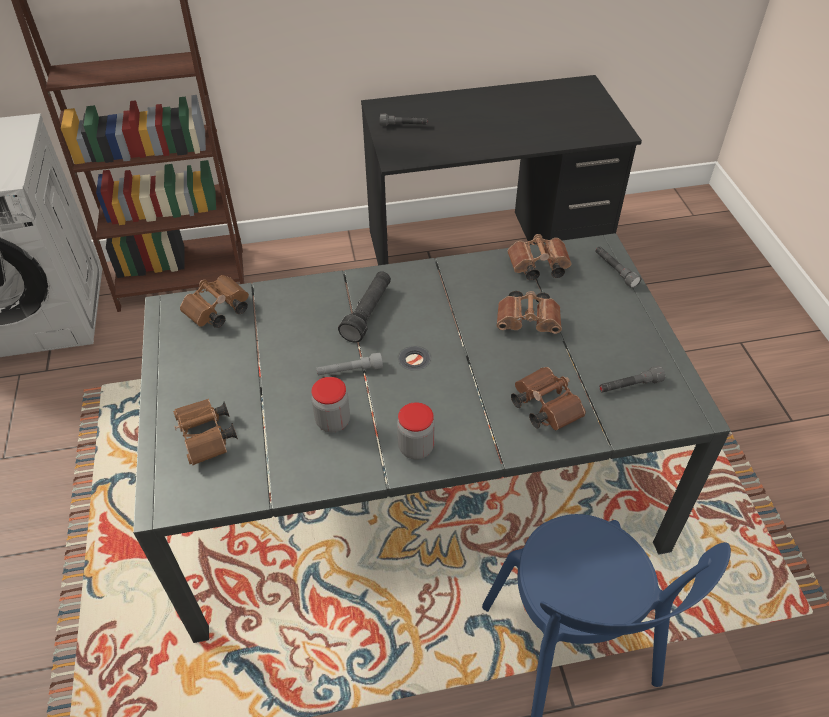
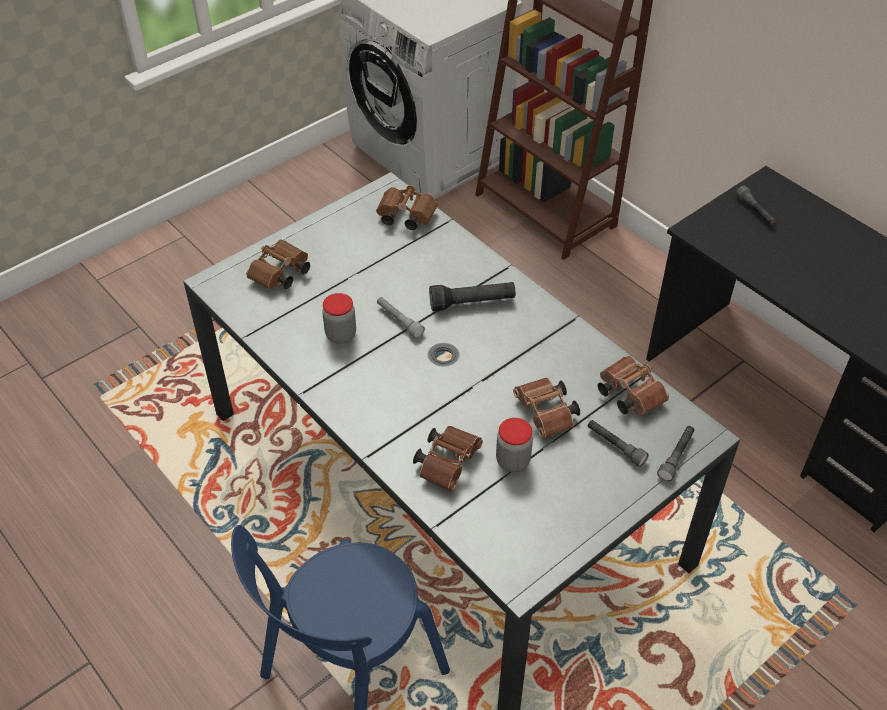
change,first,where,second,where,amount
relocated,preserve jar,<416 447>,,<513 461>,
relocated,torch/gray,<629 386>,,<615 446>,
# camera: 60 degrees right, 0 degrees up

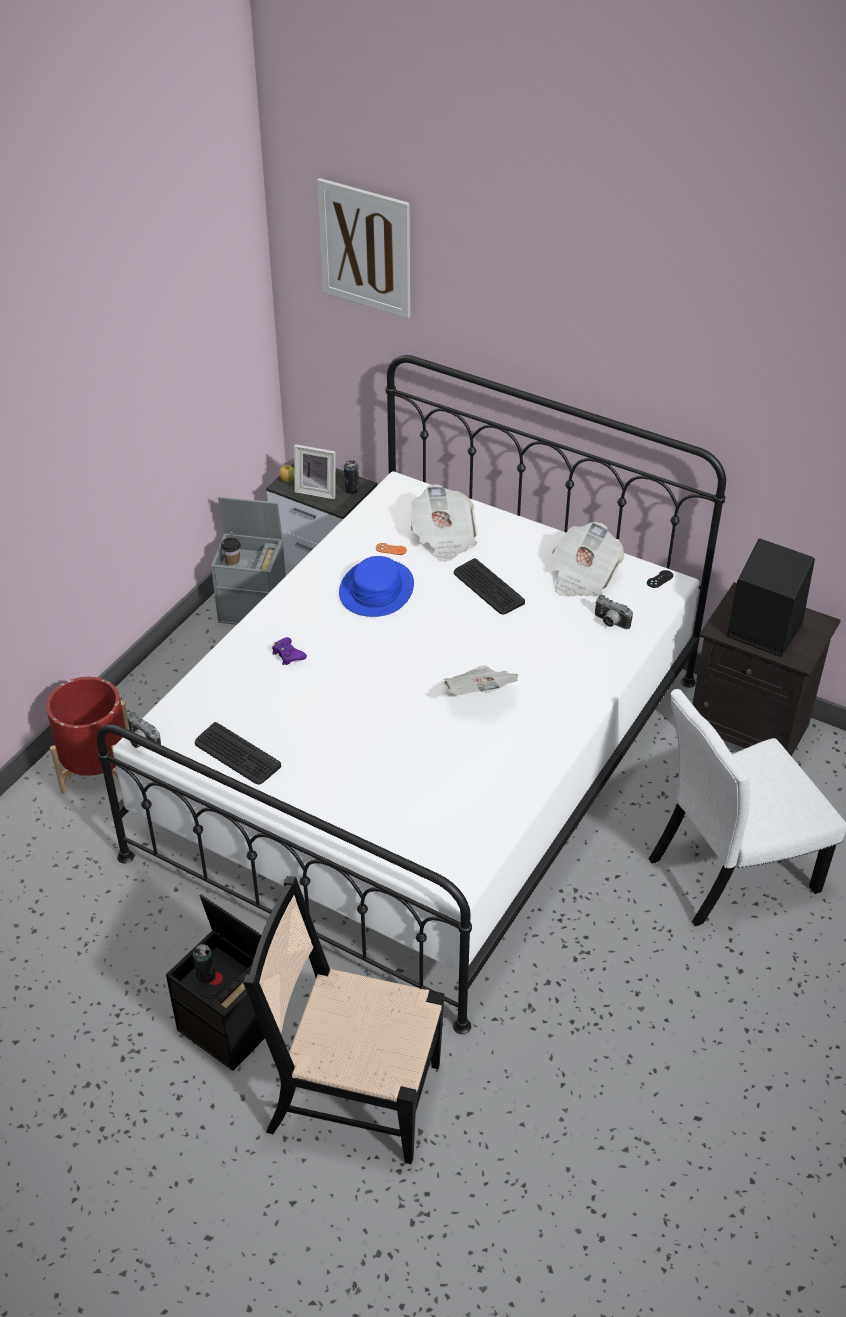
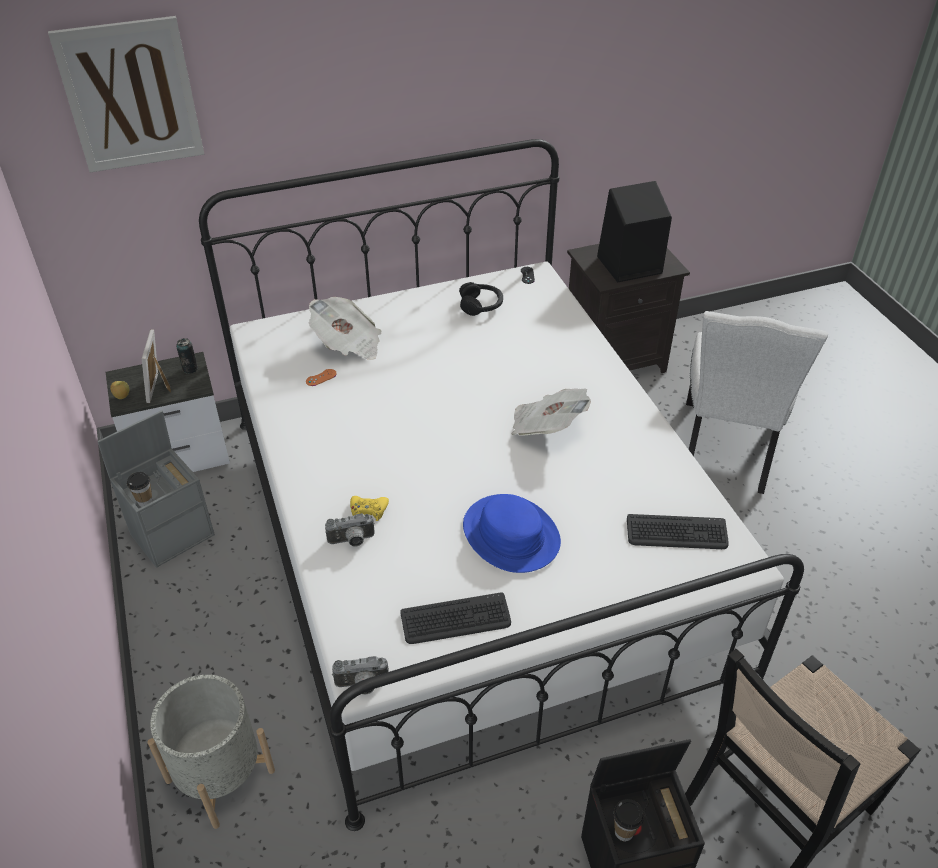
change,first,where,second,where,amount
relocated,hat/blue-coloured,<376 589>,,<510 534>,
relocated,computer keyboard,<488 588>,,<676 533>,
relocated,photo camera,<610 623>,,<352 541>,
exchanged,metal can,<206 976>,drinking cup,<624 832>,
exchanged,daily paper,<583 577>,headphones/blackish,<481 305>,
colour,planter/red,<97 769>,planter/gray,<220 775>,
colour,game controller/purplish,<288 655>,game controller/yellowish,<368 511>,
spun,picture frame,<317 490>,,<161 387>,120 degrees clockwise
# camera: 50 degrees left, 0 degrees up

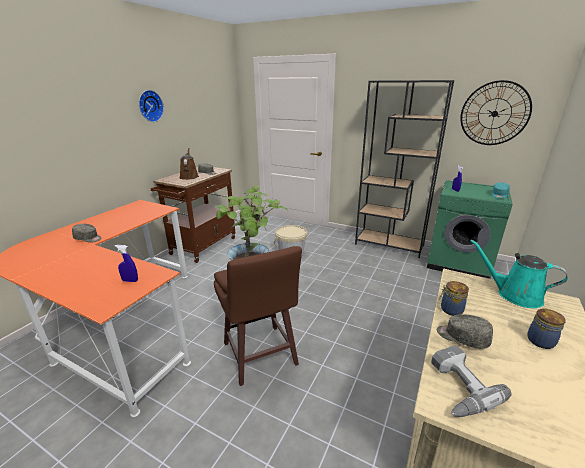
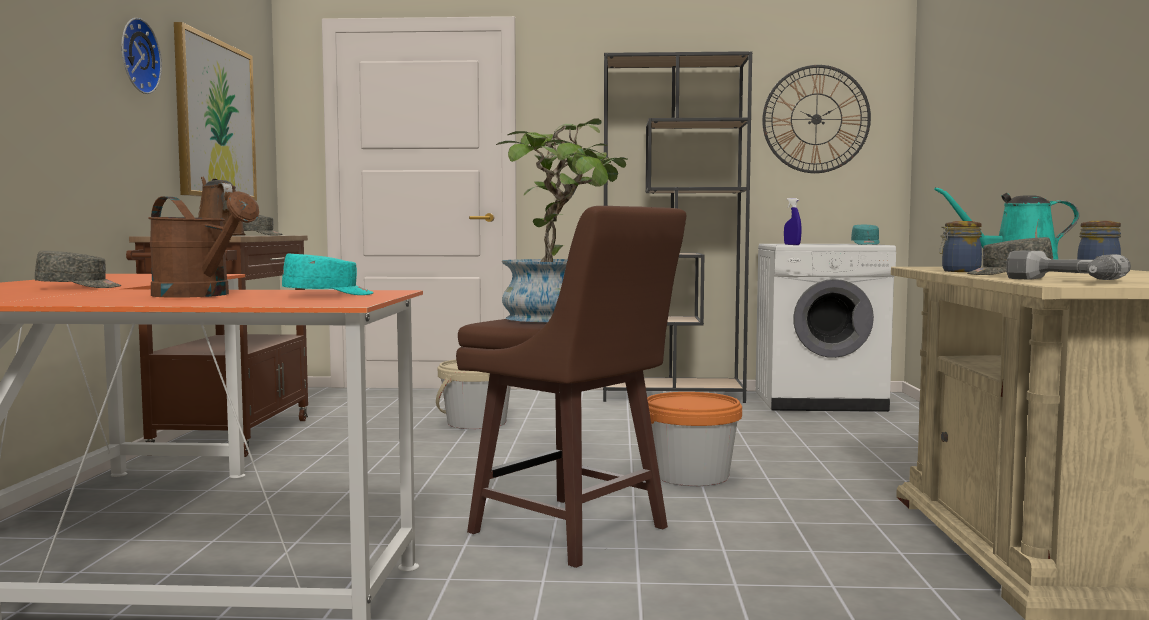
change,first,where,second,where,amount
appeared,,,watering pot/brownish,<200 295>,
appeared,,,picture,<215 119>,
appeared,,,pail/orange-coloured,<691 475>,
exchanged,spray bottle/blue-coloured,<130 281>,peaked cap/turquoise,<328 294>,
colour,laundry machine/green-coloured,<458 264>,laundry machine/white-coloured,<820 402>,
# camera: 25 degrees left, 20 degrees down

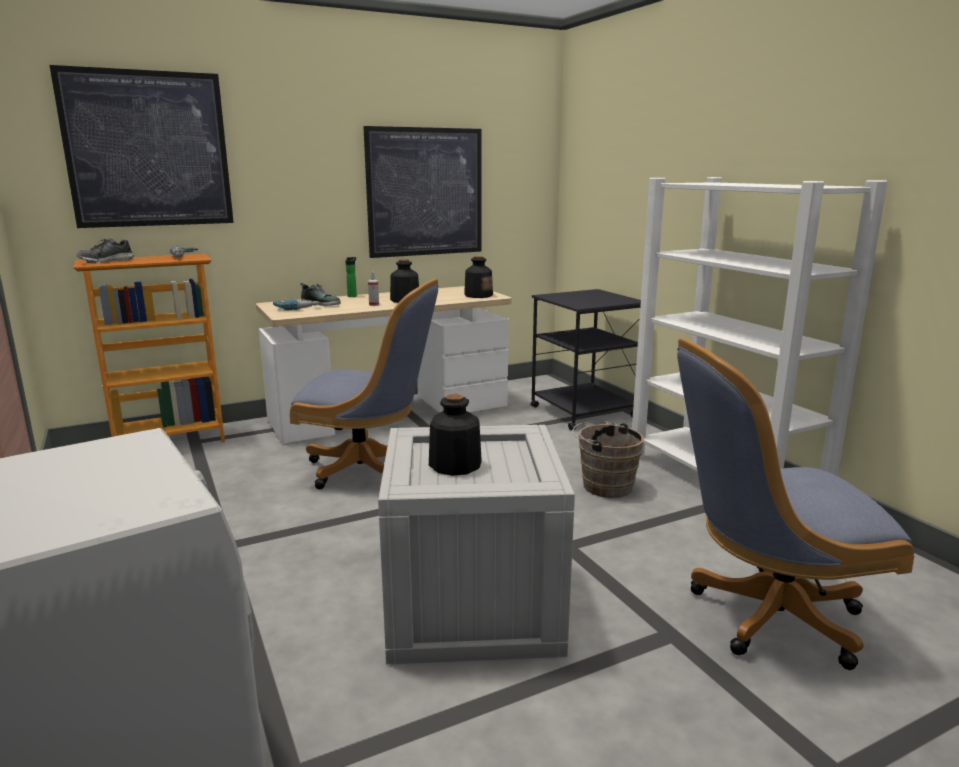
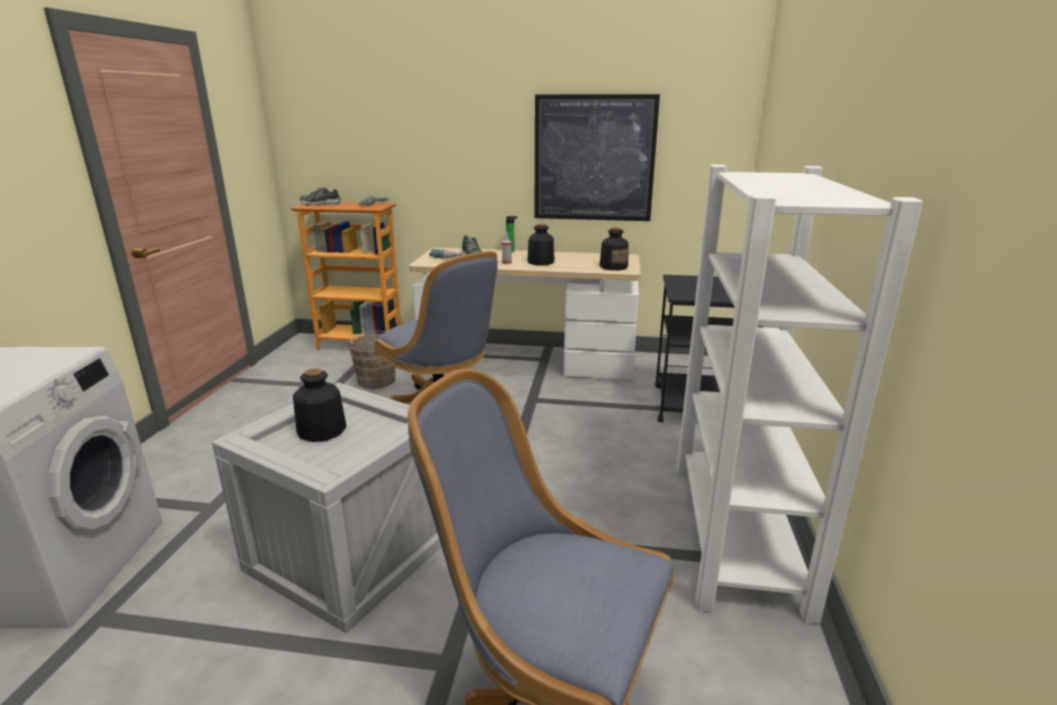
change,first,where,second,where,amount
missing,picture,<148 150>,,,
relocated,pail/brownish,<604 485>,,<376 379>,
# camera: 35 degrees right, 5 degrees up

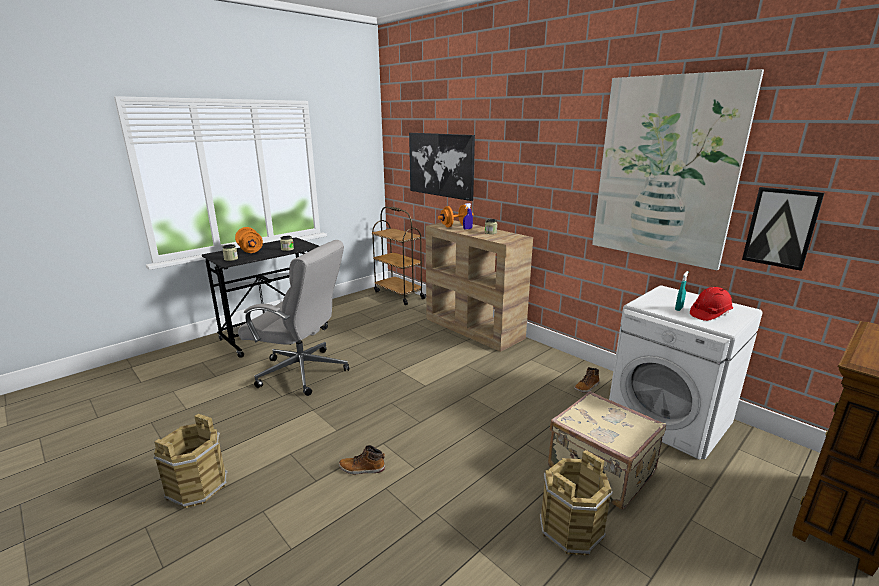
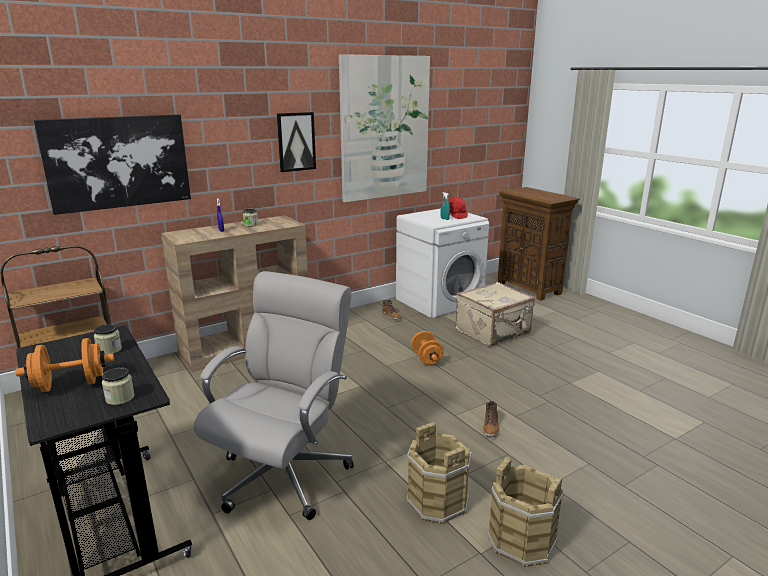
change,first,where,second,where,amount
relocated,free weight/orange-coloured,<455 226>,,<426 359>,
relocated,pail/brownish,<571 529>,,<437 501>,
relocated,picture,<781 227>,,<296 141>,
# camera: 80 degrees left, 0 degrees up

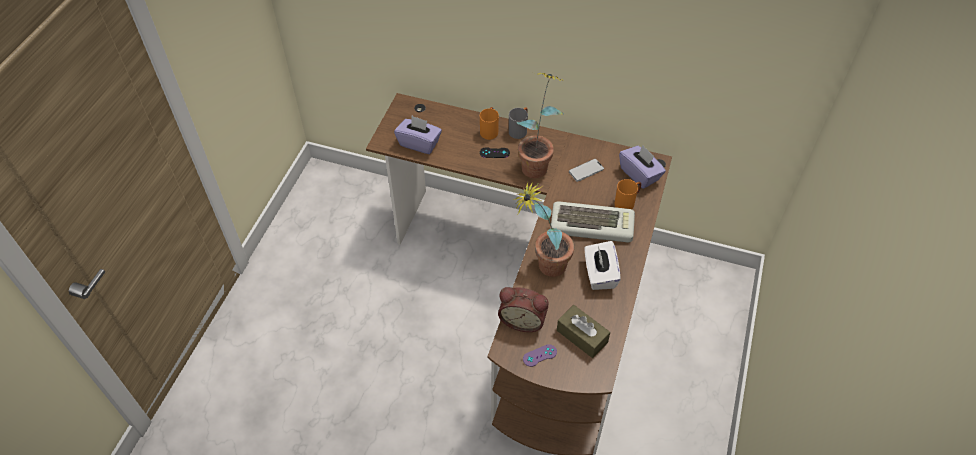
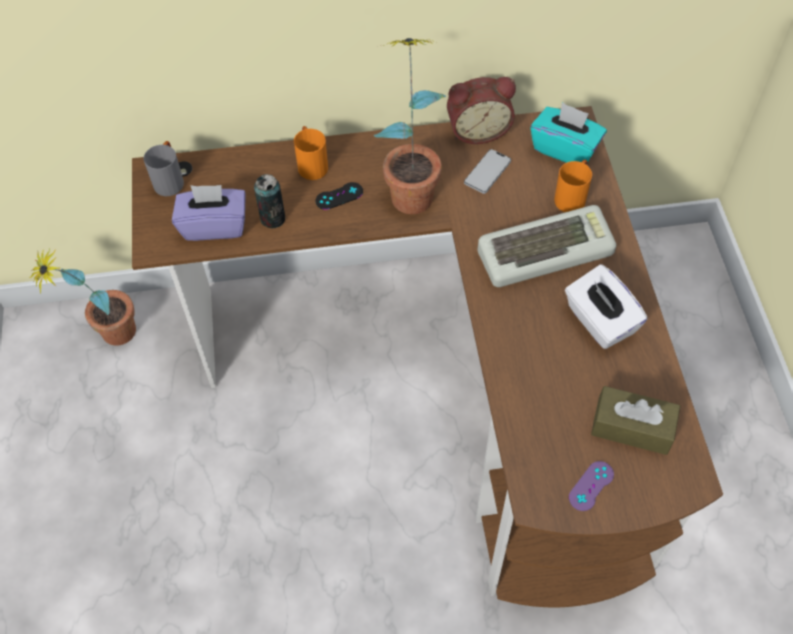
change,first,where,second,where,amount
appeared,,,metal can,<273 218>,
relocated,bedside clock,<523 319>,,<477 130>,
relocated,coffee mug/gray,<519 130>,,<170 180>,
relocated,potted plant,<543 265>,,<108 335>,
colour,box of tissues/purplish,<640 174>,box of tissues/turquoise,<565 149>,
# camera: 25 degrees left, 5 degrees up

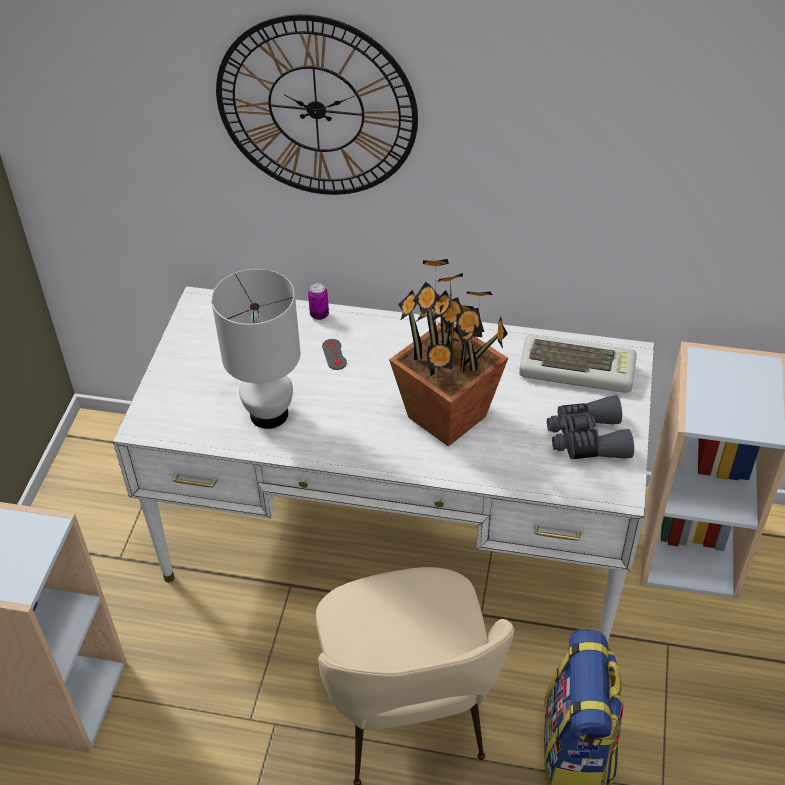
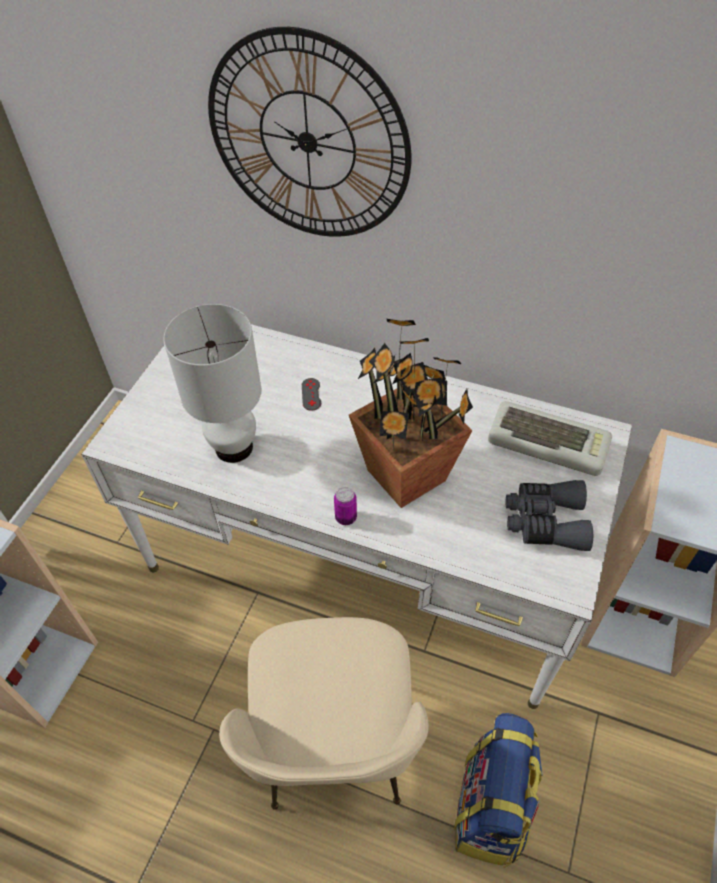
change,first,where,second,where,amount
relocated,metal can,<319 315>,,<346 517>,
# camera: 10 degrees right, 5 degrees up

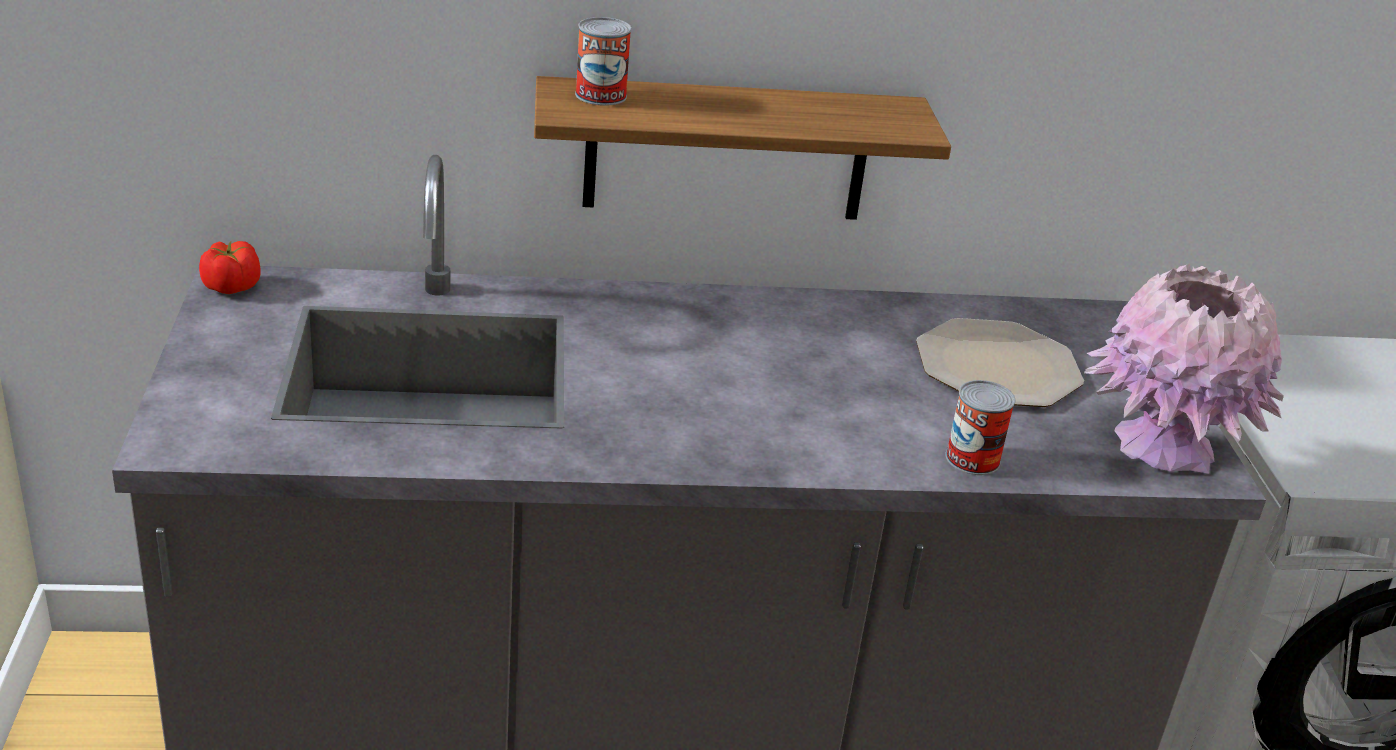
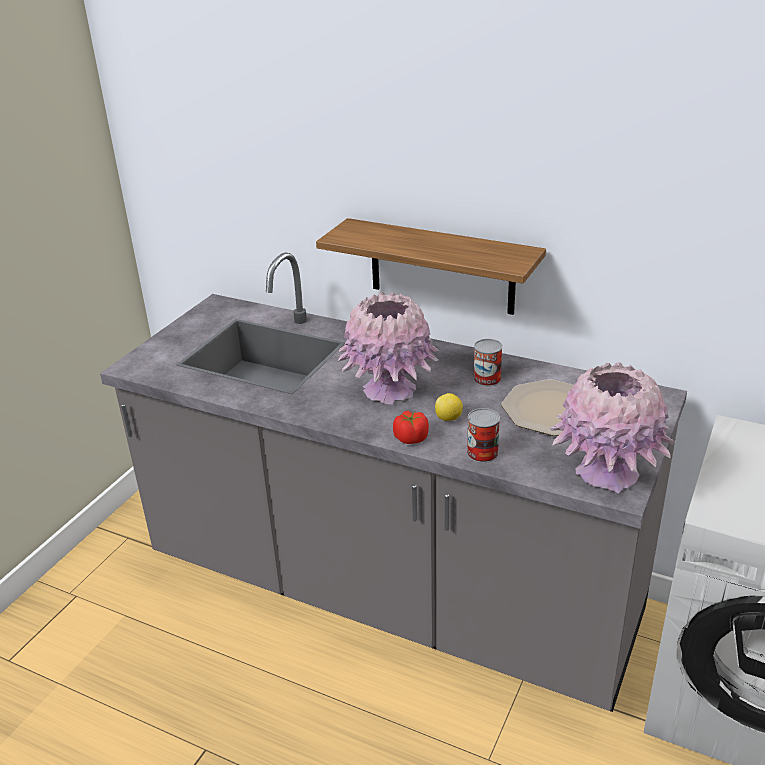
change,first,where,second,where,amount
appeared,,,decorative vase/pink-coloured,<389 390>,
appeared,,,lemon,<448 419>,
relocated,fresh tomato,<231 287>,,<410 438>,
relocated,metal can,<601 95>,,<487 379>,
# camera: 35 degrees right, 0 degrees up

